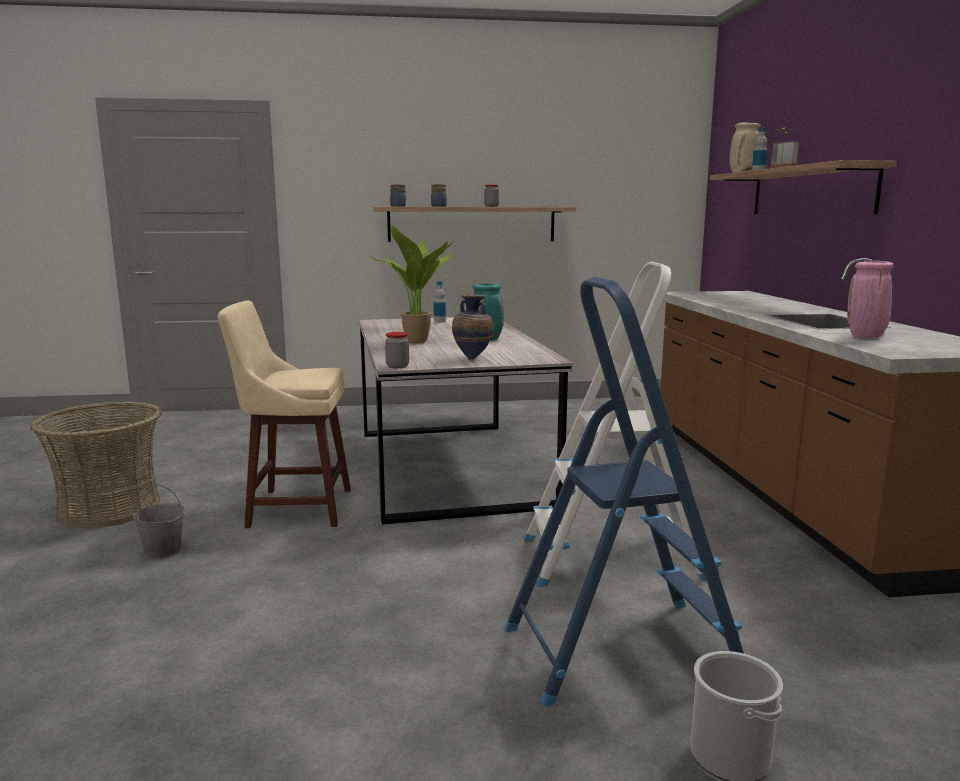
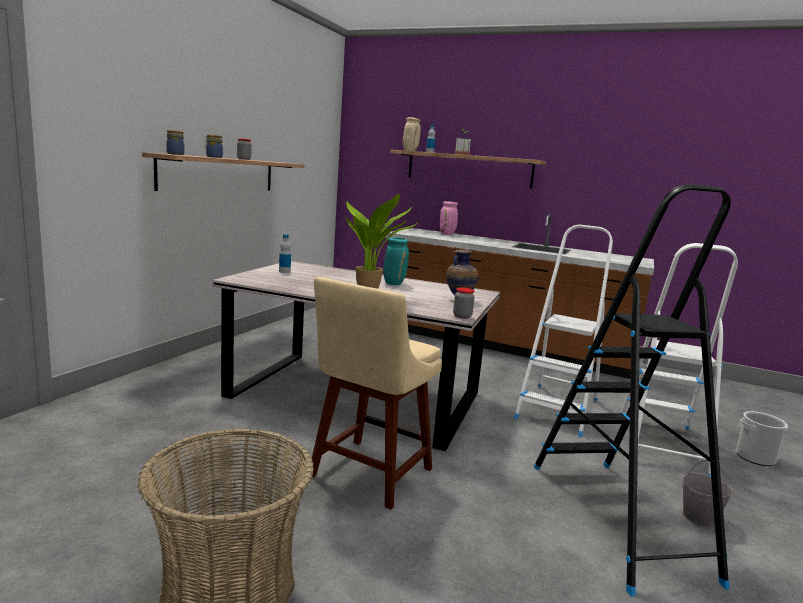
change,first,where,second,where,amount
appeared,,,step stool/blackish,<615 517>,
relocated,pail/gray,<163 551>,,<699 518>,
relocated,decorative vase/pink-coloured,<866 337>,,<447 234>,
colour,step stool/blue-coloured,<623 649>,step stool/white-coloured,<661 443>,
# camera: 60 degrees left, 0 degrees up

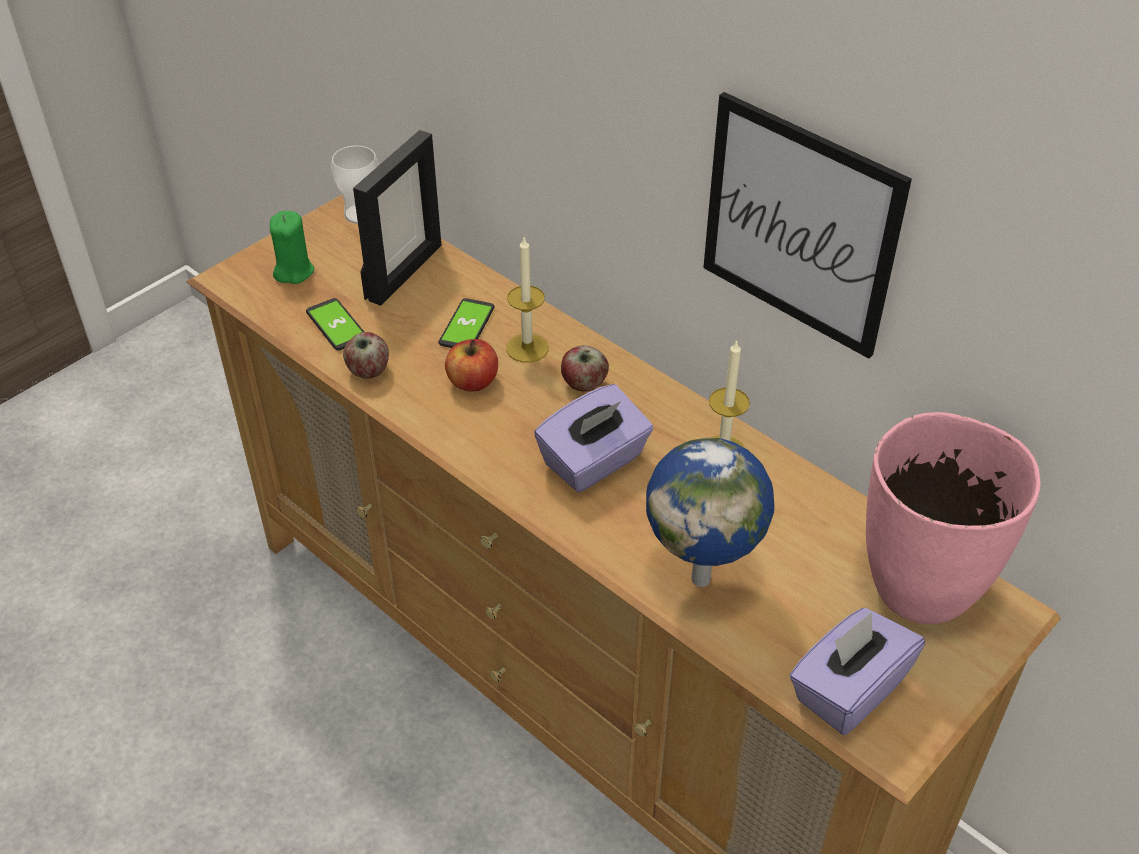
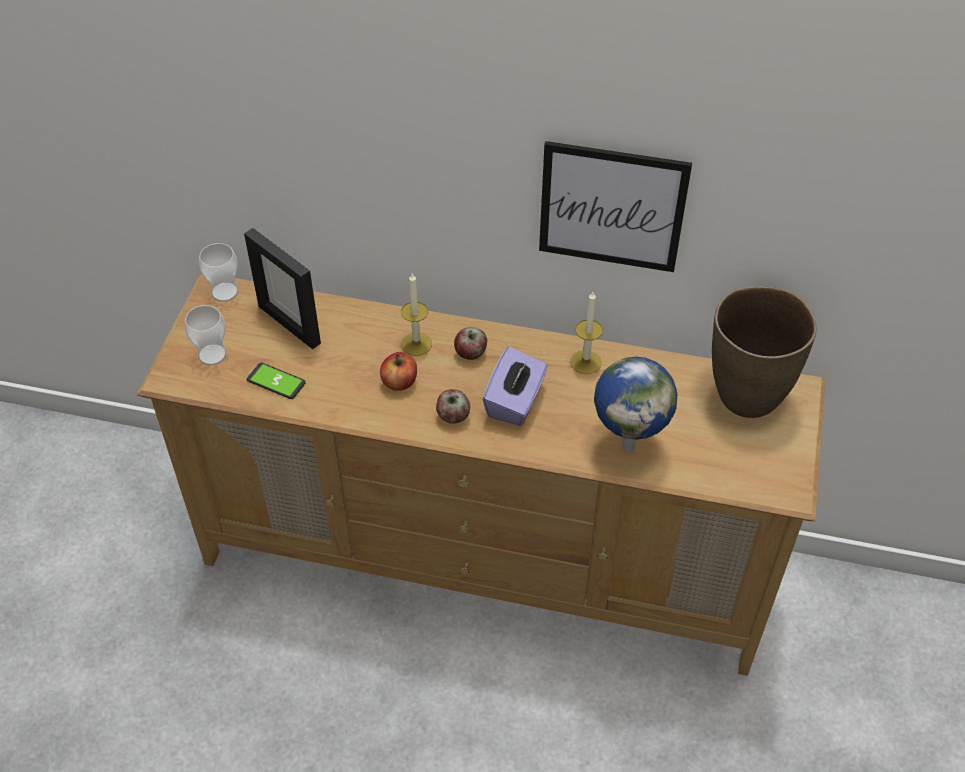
change,first,where,second,where,amount
missing,handset,<467 326>,,,
missing,box of tissues/purplish,<848 689>,,,
relocated,apple,<368 371>,,<453 416>,
exchanged,candle/green-coloured,<293 271>,drinking cup,<212 355>,
colour,decorative vase/pink-coloured,<920 587>,decorative vase/brownish,<746 395>,
spun,picture frame,<403 272>,,<290 323>,135 degrees clockwise
# camera: 30 degrees left, 5 degrees up

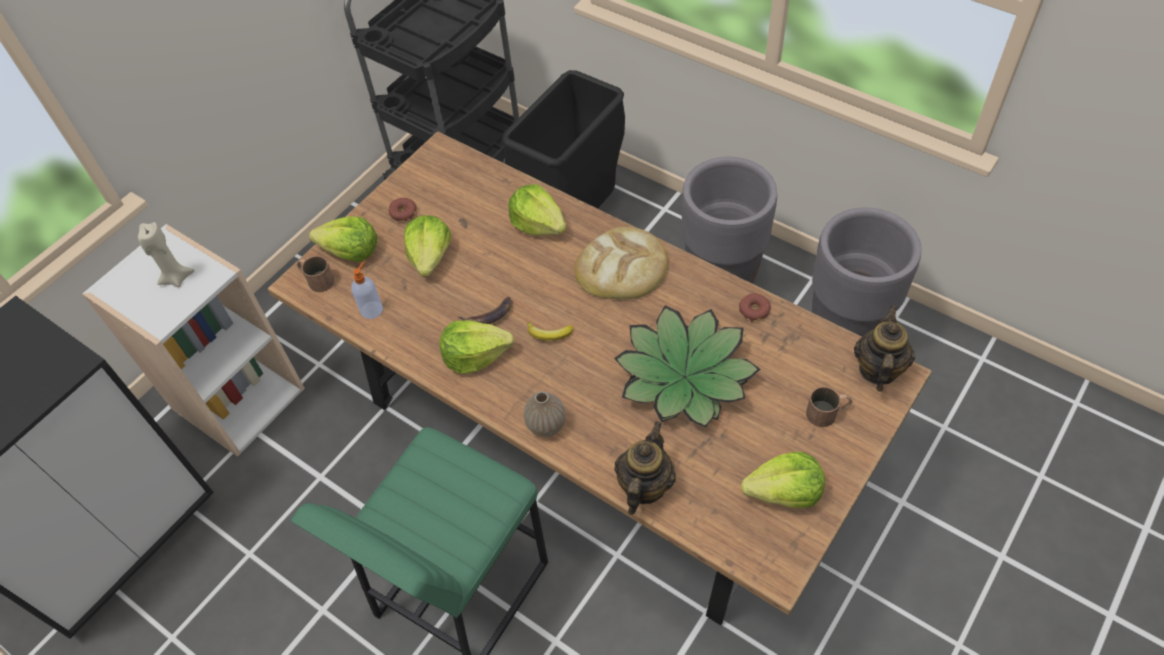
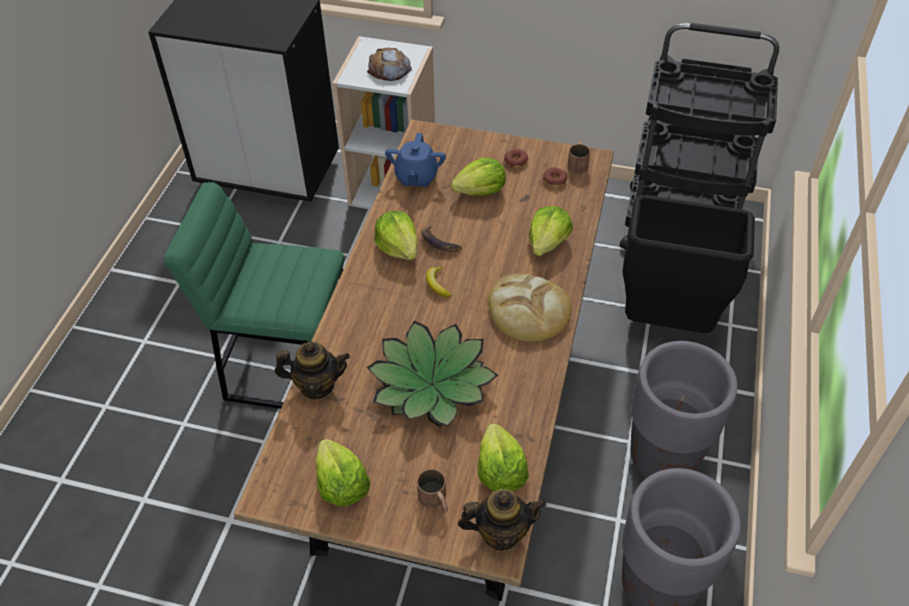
change,first,where,second,where,amount
missing,decorative vase,<546 425>,,,
relocated,coffee mug/brownish,<316 279>,,<578 163>,
relocated,lettuce head,<351 252>,,<500 471>,
relocated,doughnut,<754 310>,,<554 180>,
exchanged,candle/sand-coloured,<176 278>,bread,<389 69>,
exchanged,soap dispenser,<372 309>,teapot/blue-coloured,<416 177>,
# camera: 65 degrees right, 5 degrees down

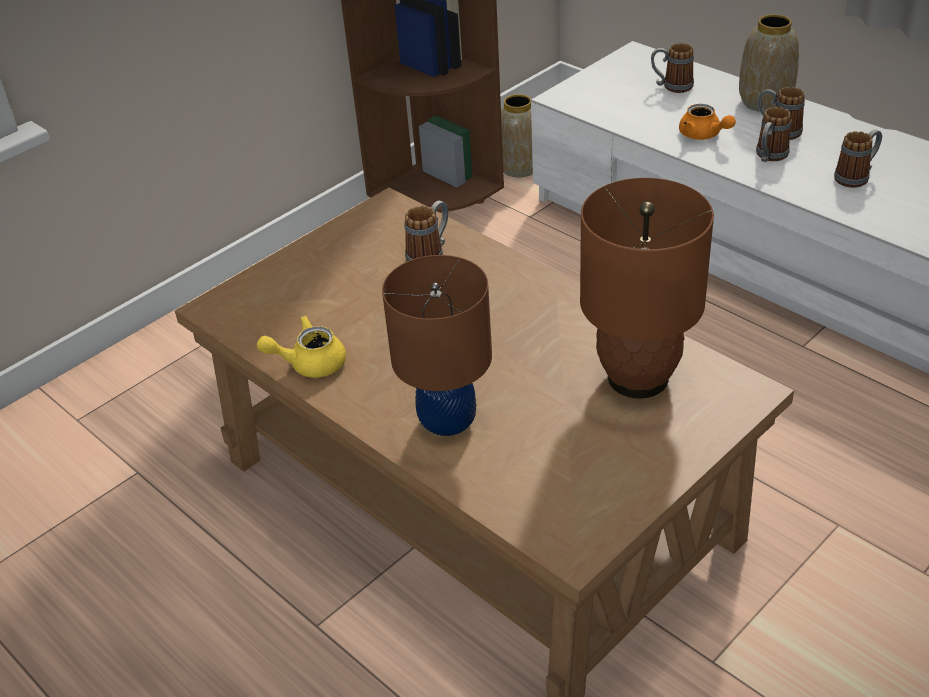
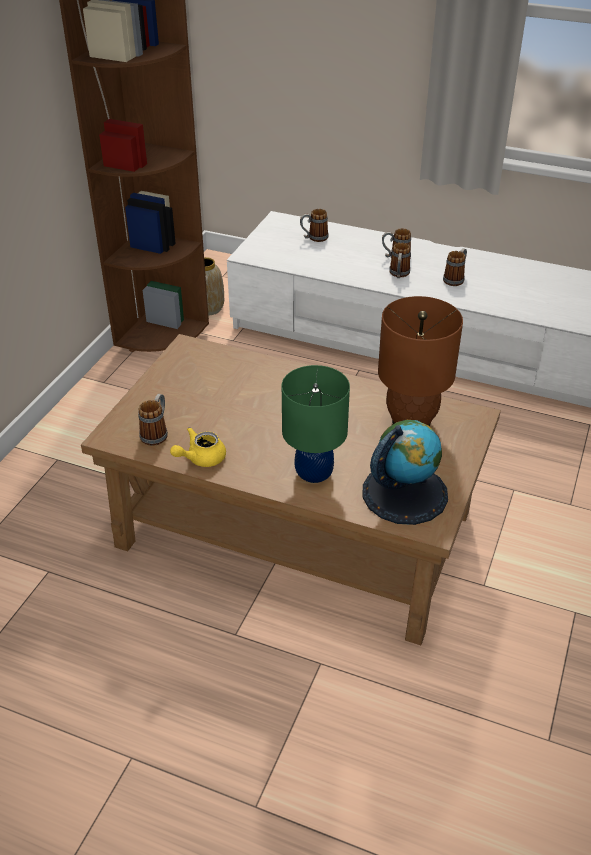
change,first,where,second,where,amount
missing,teapot/orange-coloured,<703 135>,,,
missing,decorative vase,<764 102>,,,
appeared,,,world globe,<404 493>,
relocated,coffee mug,<430 254>,,<156 433>,
colour,tabletop lamp/brownish,<447 424>,tabletop lamp/green-coloured,<314 475>,
# camera: 25 degrees left, 0 degrees up

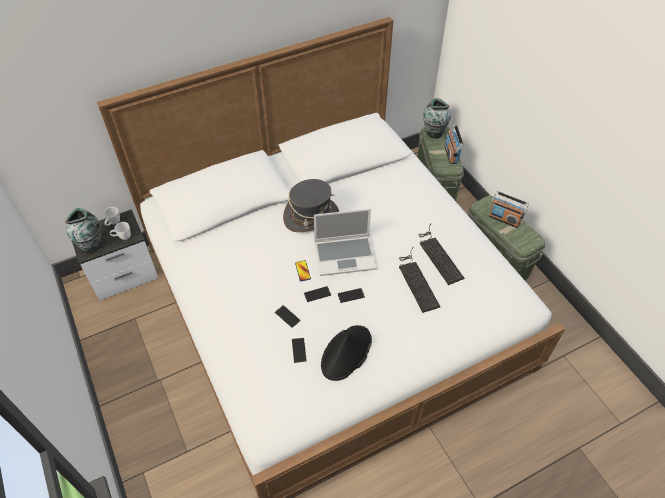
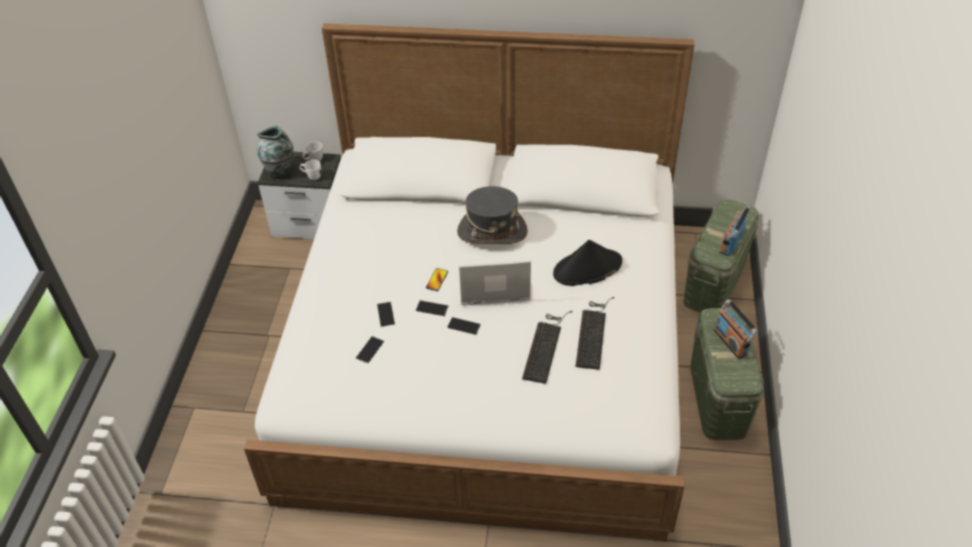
change,first,where,second,where,amount
missing,decorative vase,<433 133>,,,
relocated,hat/blackish,<346 353>,,<587 268>,
spun,notebook computer,<345 255>,,<492 286>,150 degrees clockwise
# camera: 35 degrees right, 5 degrees down

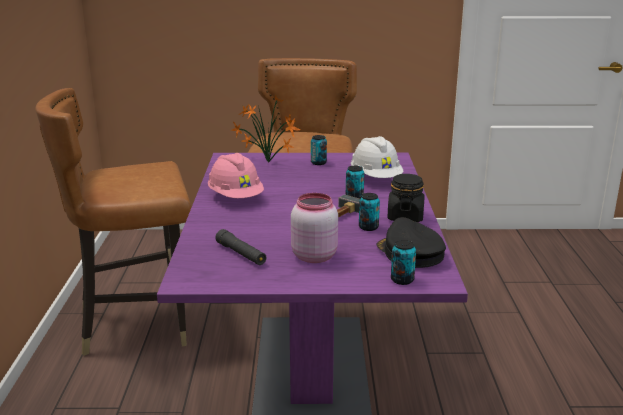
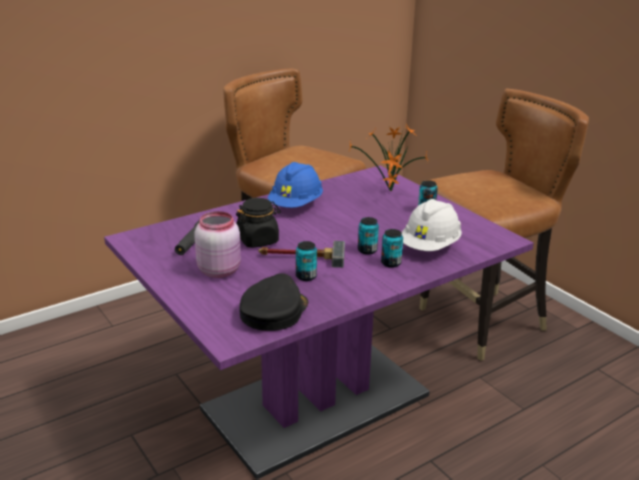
change,first,where,second,where,amount
relocated,preserve jar/blackish,<405 217>,,<258 240>,
relocated,metal can,<402 280>,,<391 263>,
colour,work helmet/pink-coloured,<236 197>,work helmet/blue-coloured,<296 205>,
# camera: 55 degrees right, 5 degrees up

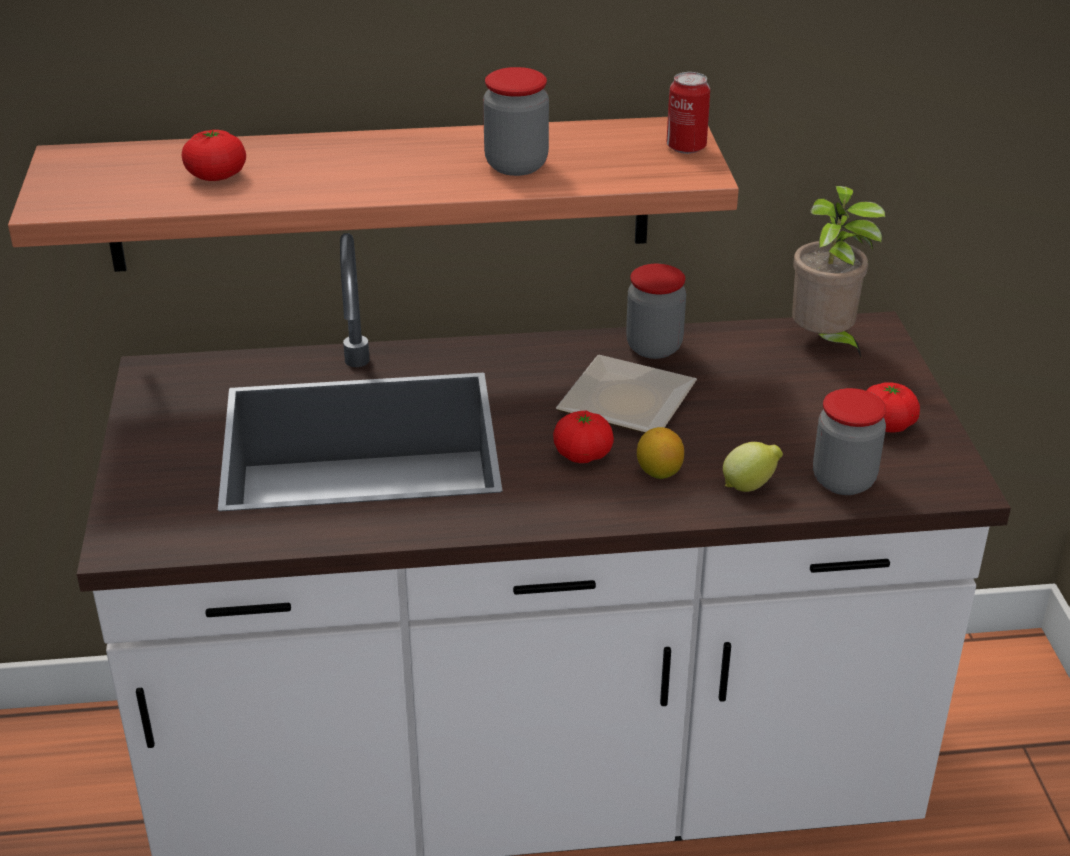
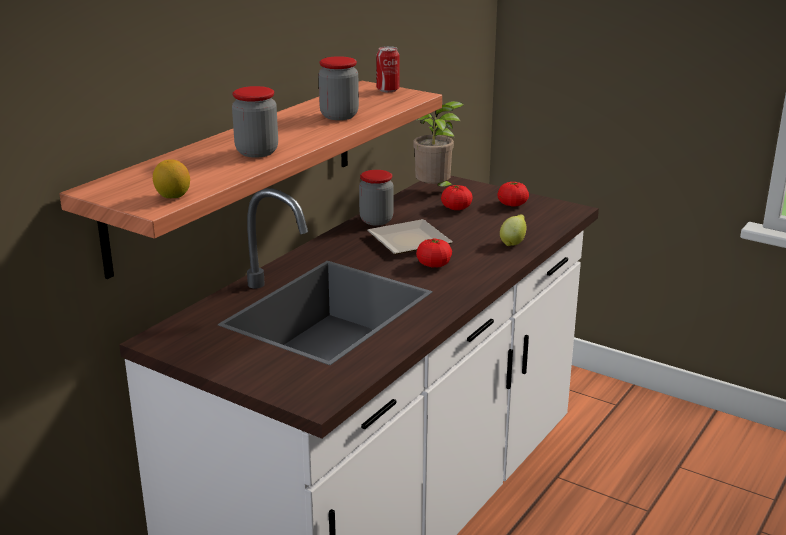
change,first,where,second,where,amount
relocated,fresh tomato,<216 176>,,<456 208>,
relocated,lemon,<659 472>,,<173 196>,
relocated,preserve jar,<843 480>,,<257 152>,
# camera: 50 degrees left, 10 degrees down

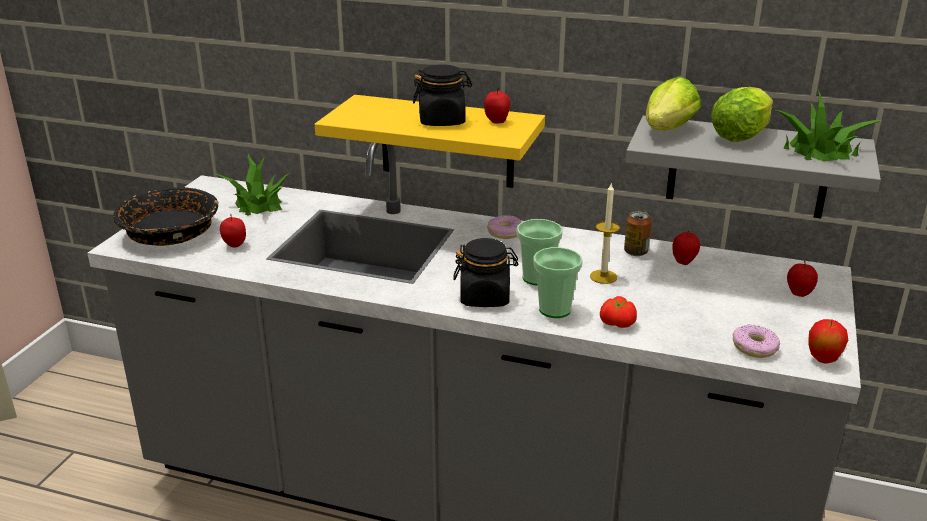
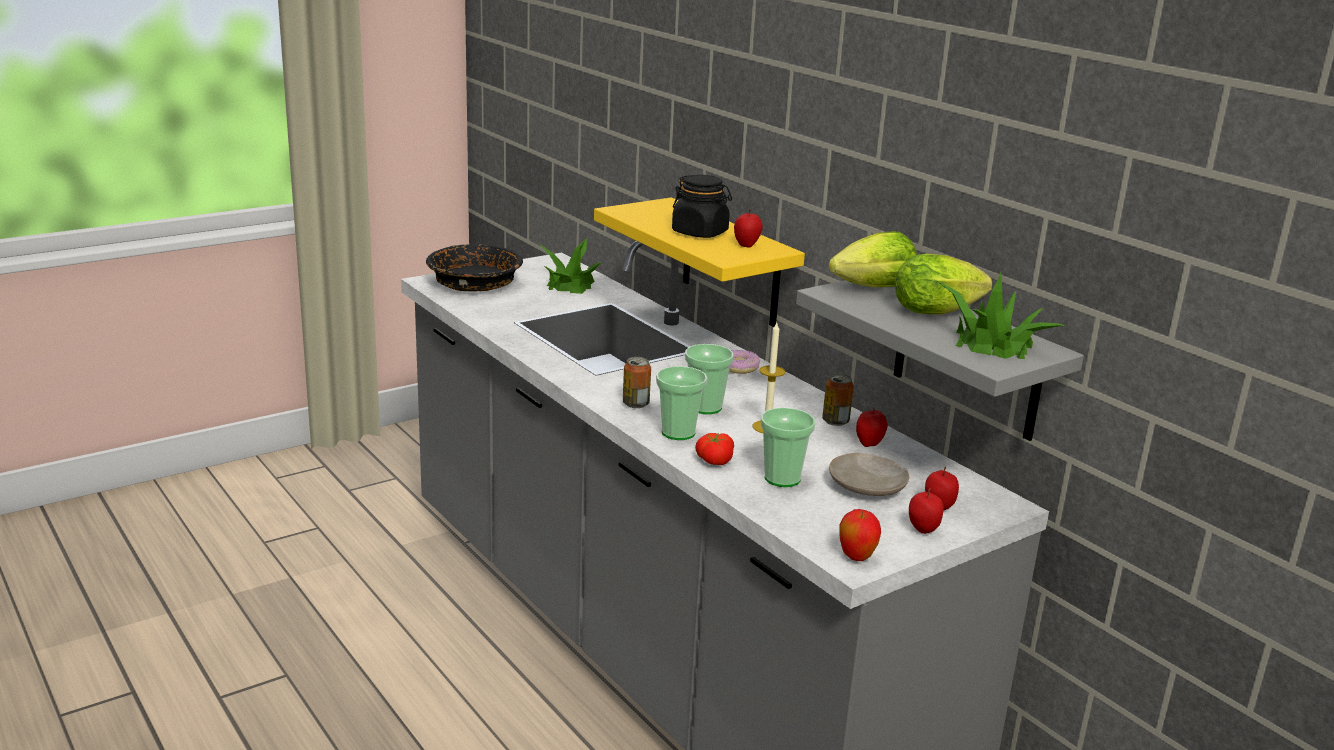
change,first,where,second,where,amount
missing,doughnut,<755 347>,,,
appeared,,,drinking cup,<782 478>,
appeared,,,flat dish/sand-coloured,<868 486>,
relocated,apple,<234 245>,,<923 530>,
exchanged,preserve jar/blackish,<485 297>,metal can,<636 404>,
# camera: 35 degrees right, 5 degrees down

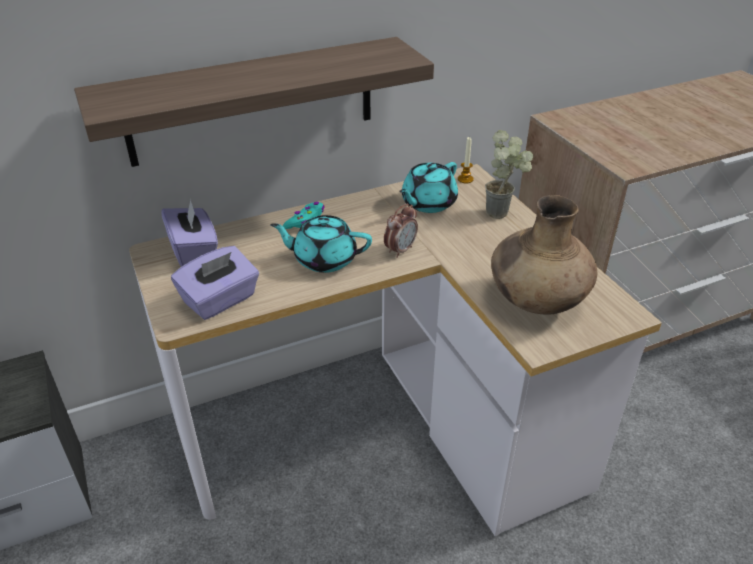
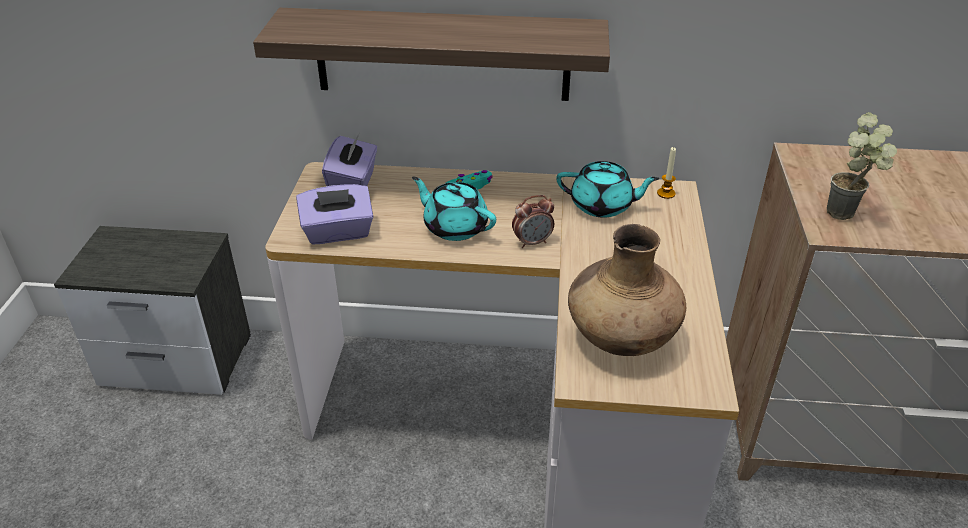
change,first,where,second,where,amount
relocated,potted plant,<503 213>,,<848 215>,
spun,teapot/turquoise,<427 203>,,<602 206>,150 degrees counterclockwise
# camera: 30 degrees right, 0 degrees up

